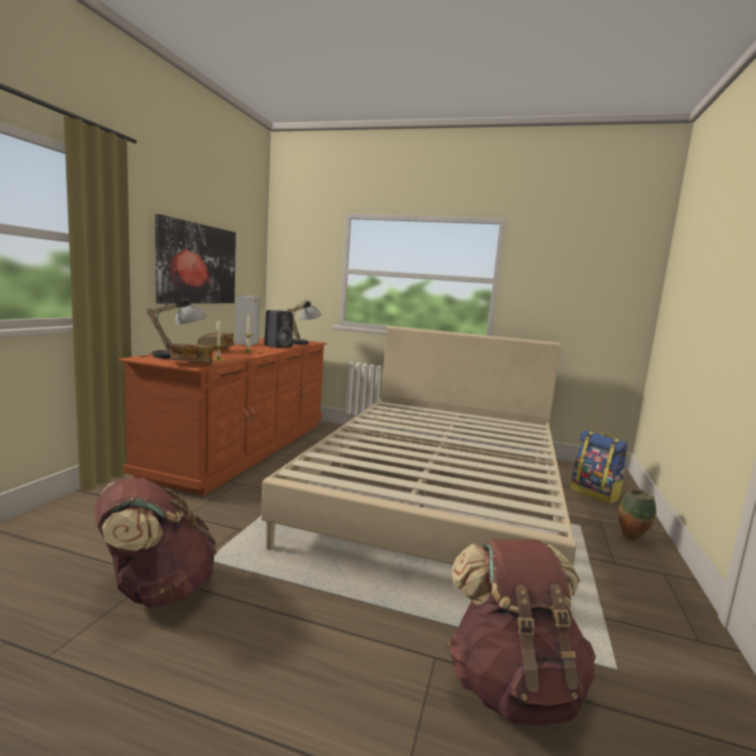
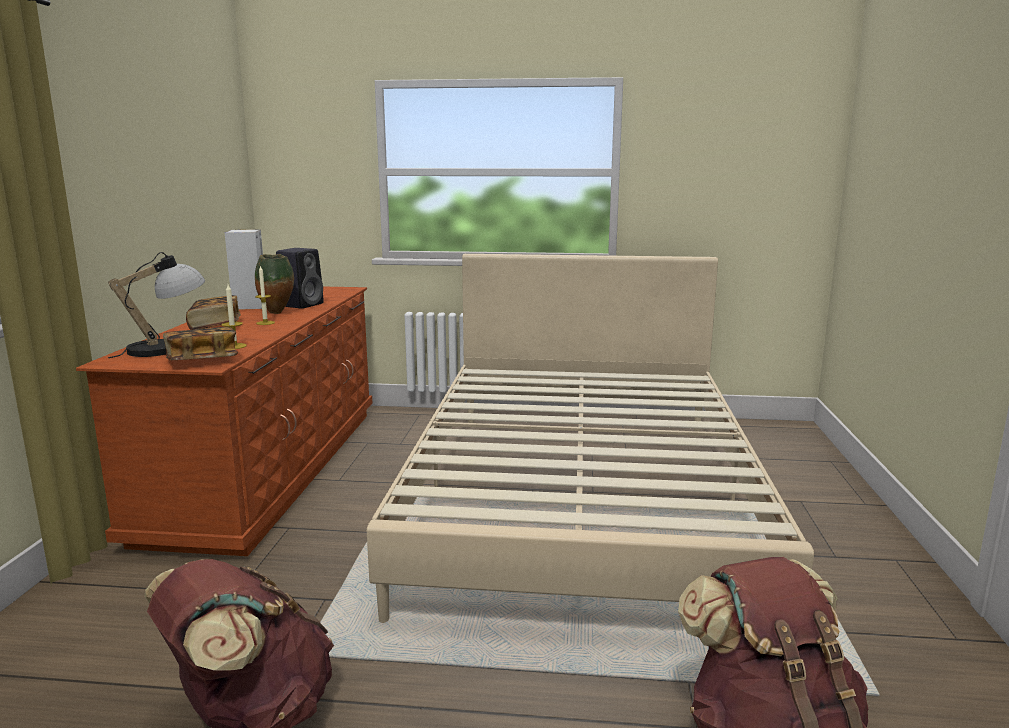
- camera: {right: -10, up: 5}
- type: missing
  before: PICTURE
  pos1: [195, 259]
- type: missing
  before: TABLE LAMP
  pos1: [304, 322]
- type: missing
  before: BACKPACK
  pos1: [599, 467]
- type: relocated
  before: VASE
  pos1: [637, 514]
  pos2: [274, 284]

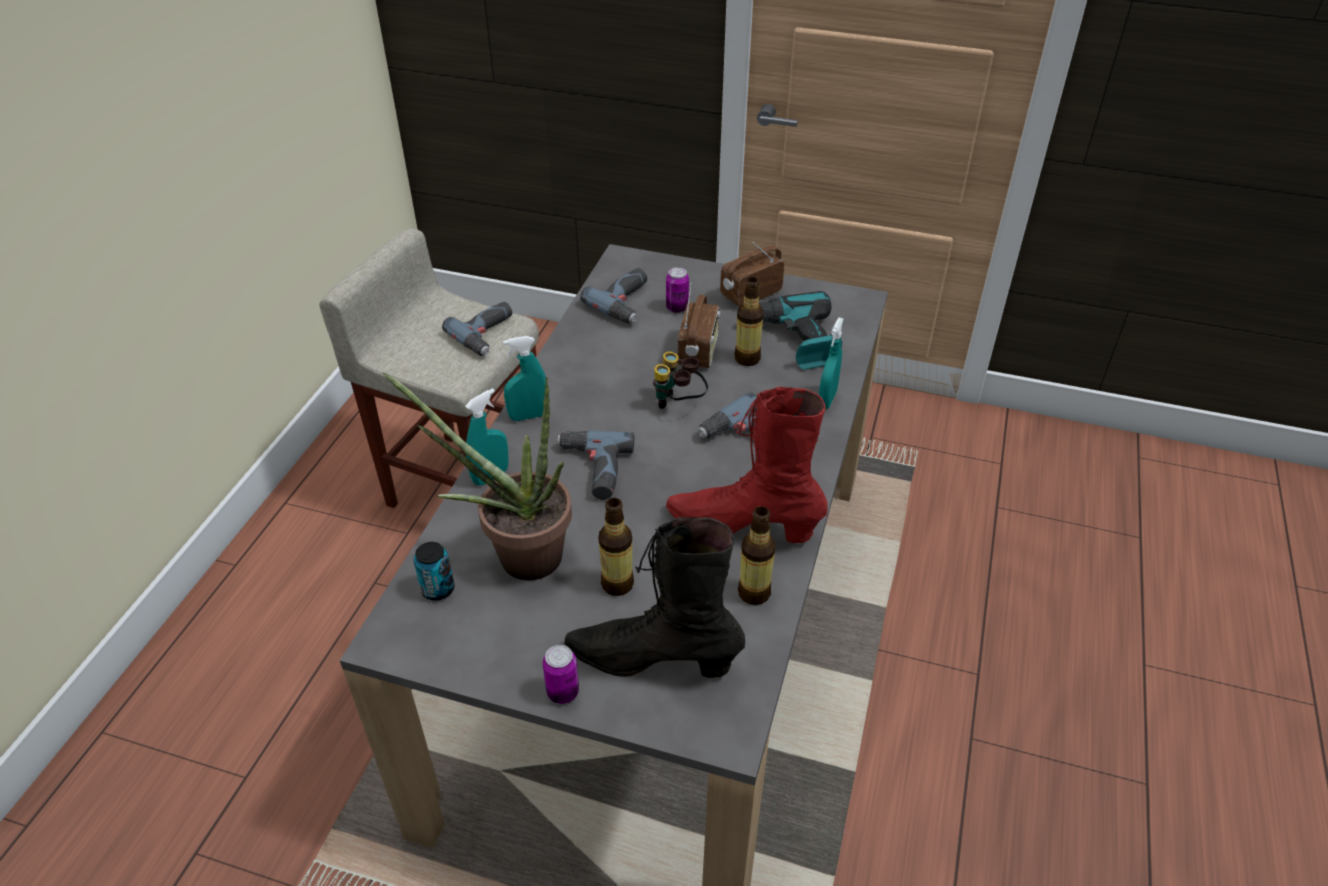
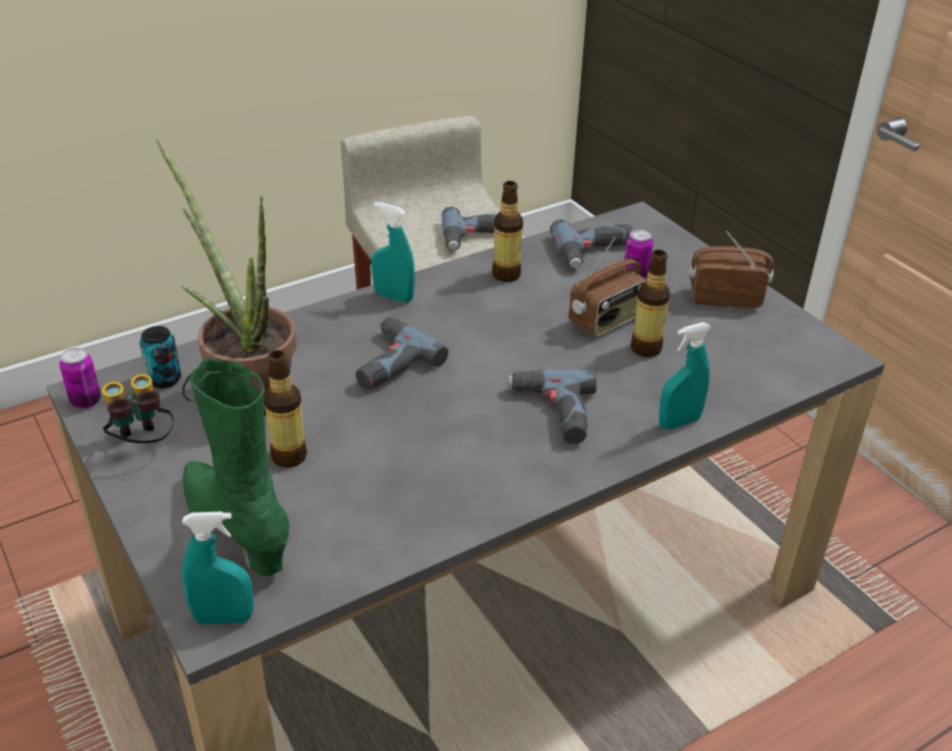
- camera: {right: 40, up: -5}
- type: missing
  before: POWER DRILL
  pos1: [800, 330]
- type: relocated
  before: BINOCULARS
  pos1: [680, 380]
  pos2: [138, 408]
- type: missing
  before: RED BOOT
  pos1: [747, 465]
- type: relocated
  before: TURQUOISE SPRAY BOTTLE
  pos1: [487, 436]
  pos2: [218, 567]
- type: relocated
  before: BOTTLE
  pos1: [756, 555]
  pos2: [507, 231]
- type: colour
  before: BLACK BOOT
  after: GREEN BOOT
  pos1: [654, 597]
  pos2: [235, 467]
- type: relocated
  before: CAN
  pos1: [561, 674]
  pos2: [80, 378]

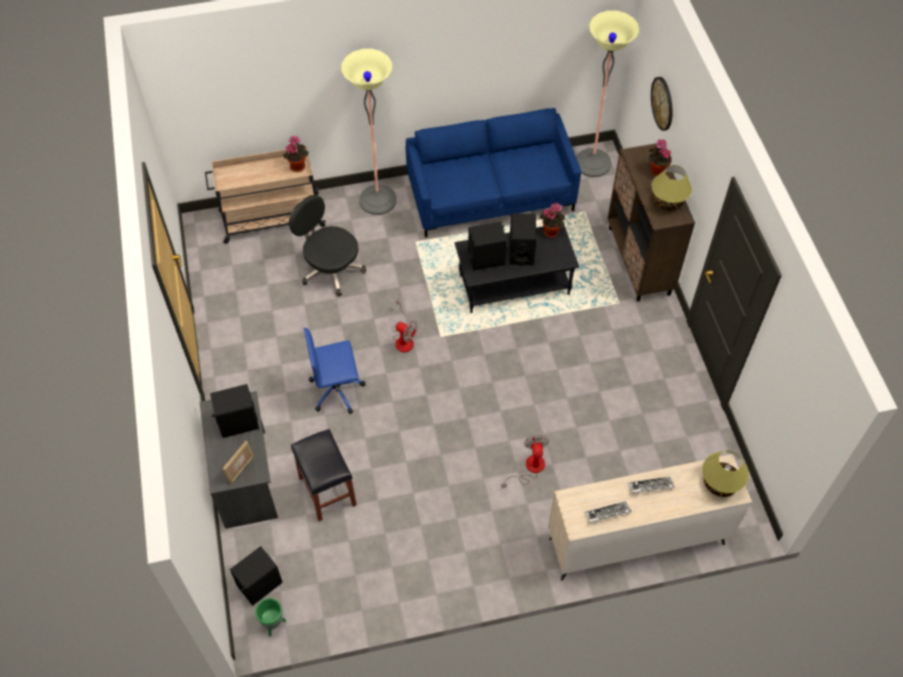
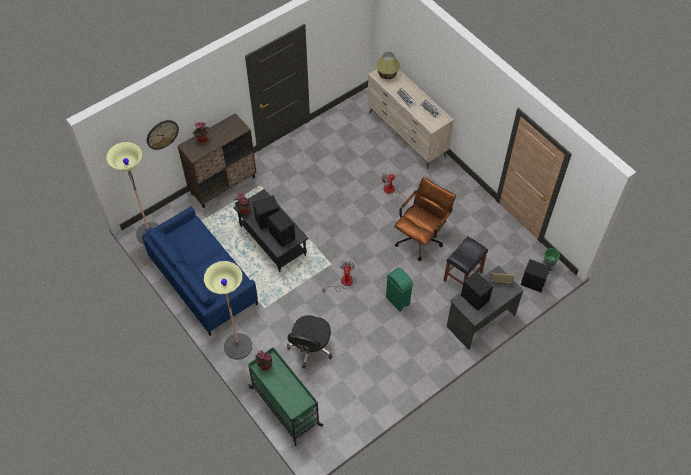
- camera: {right: -115, up: 0}
- type: colour
  before: BEIGE CART
  after: GREEN CART
  pos1: [265, 195]
  pos2: [285, 396]
- type: missing
  before: TABLE LAMP
  pos1: [671, 188]
- type: exchanged
  before: BLUE OFFICE CHAIR
  after: GREEN TRASH CAN
  pos1: [334, 371]
  pos2: [400, 290]
- type: appeared
  after: BROWN OFFICE CHAIR
  pos2: [425, 219]

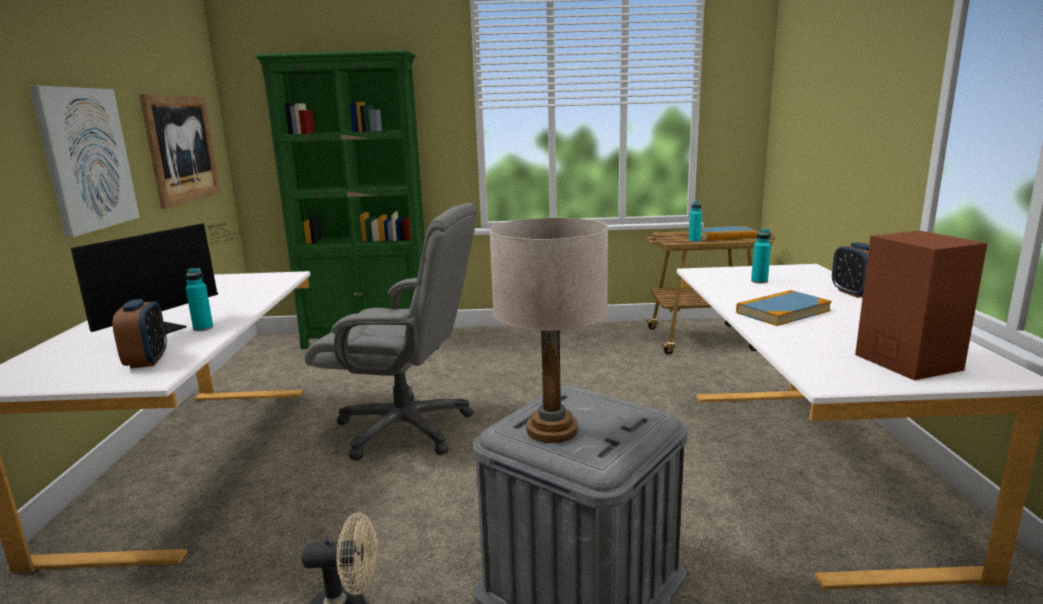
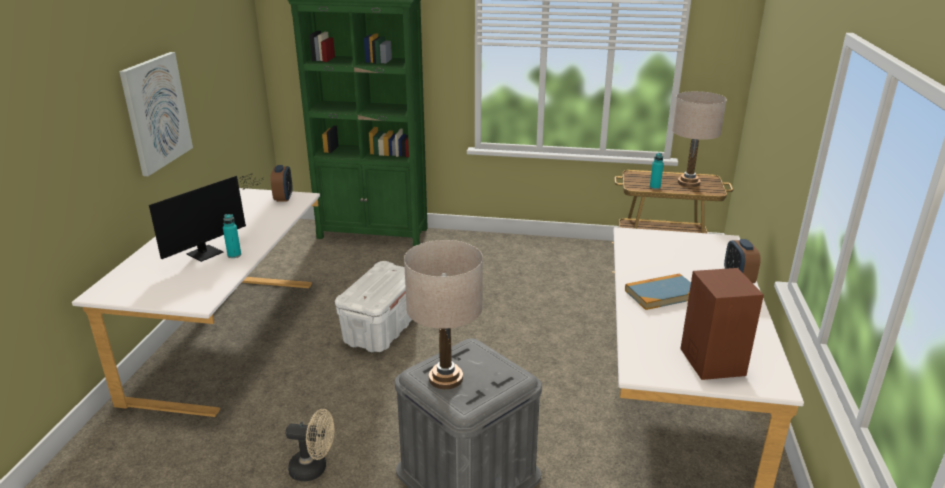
- camera: {right: 10, up: 10}
- type: missing
  before: PICTURE
  pos1: [179, 151]
- type: exchanged
  before: GREY OFFICE CHAIR
  after: WHITE STORAGE BOX
  pos1: [391, 332]
  pos2: [373, 306]
- type: exchanged
  before: BOOK
  after: BEIGE TABLE LAMP
  pos1: [729, 233]
  pos2: [699, 139]
- type: missing
  before: TURQUOISE BOTTLE
  pos1: [761, 256]
- type: relocated
  before: ALARM CLOCK
  pos1: [140, 334]
  pos2: [281, 183]

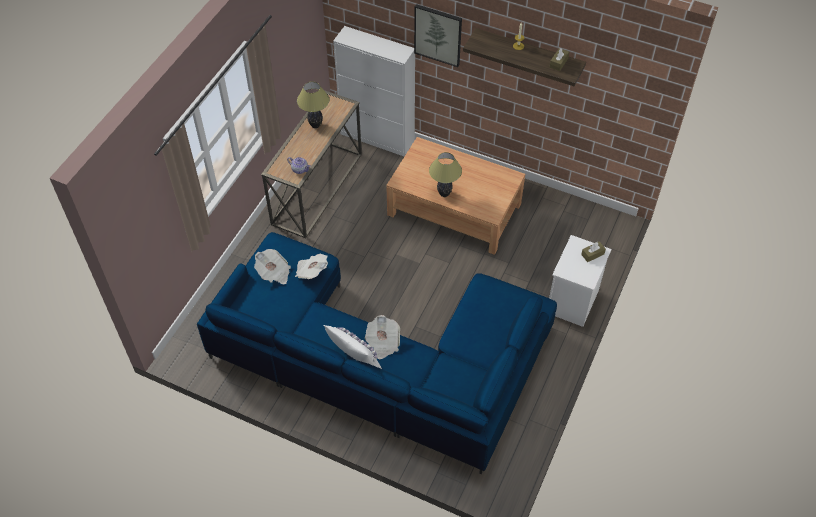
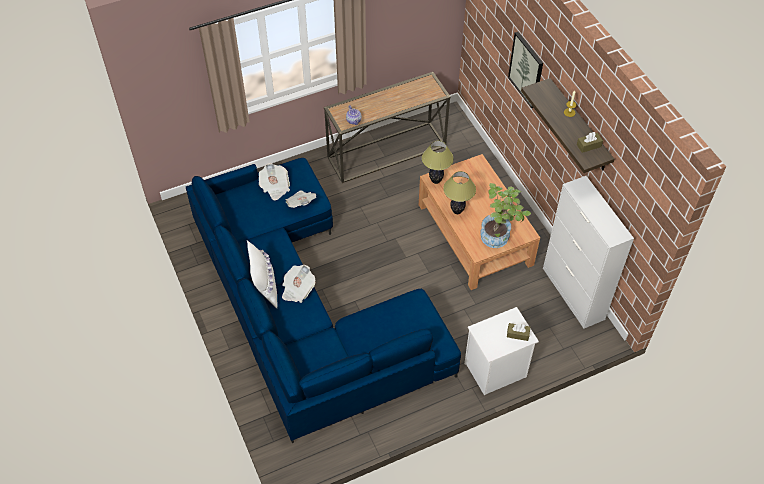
- camera: {right: 40, up: 0}
- type: relocated
  before: WHITE CABINET
  pos1: [374, 91]
  pos2: [588, 252]
- type: relocated
  before: TABLE LAMP
  pos1: [313, 105]
  pos2: [438, 162]
- type: appeared
  after: POTTED PLANT
  pos2: [506, 215]

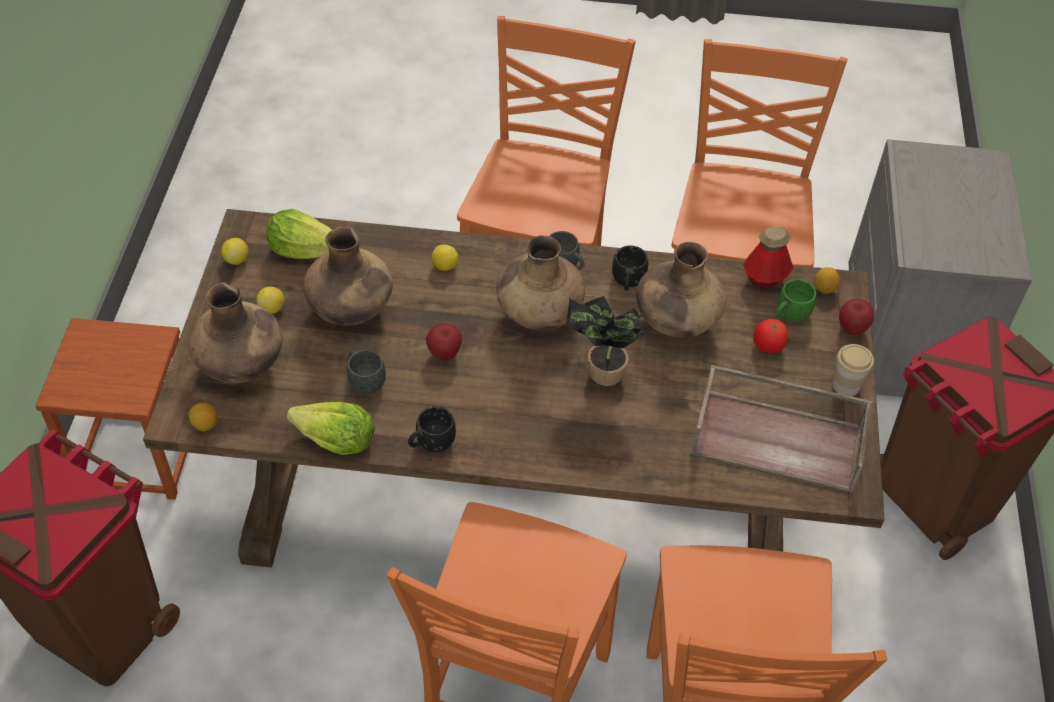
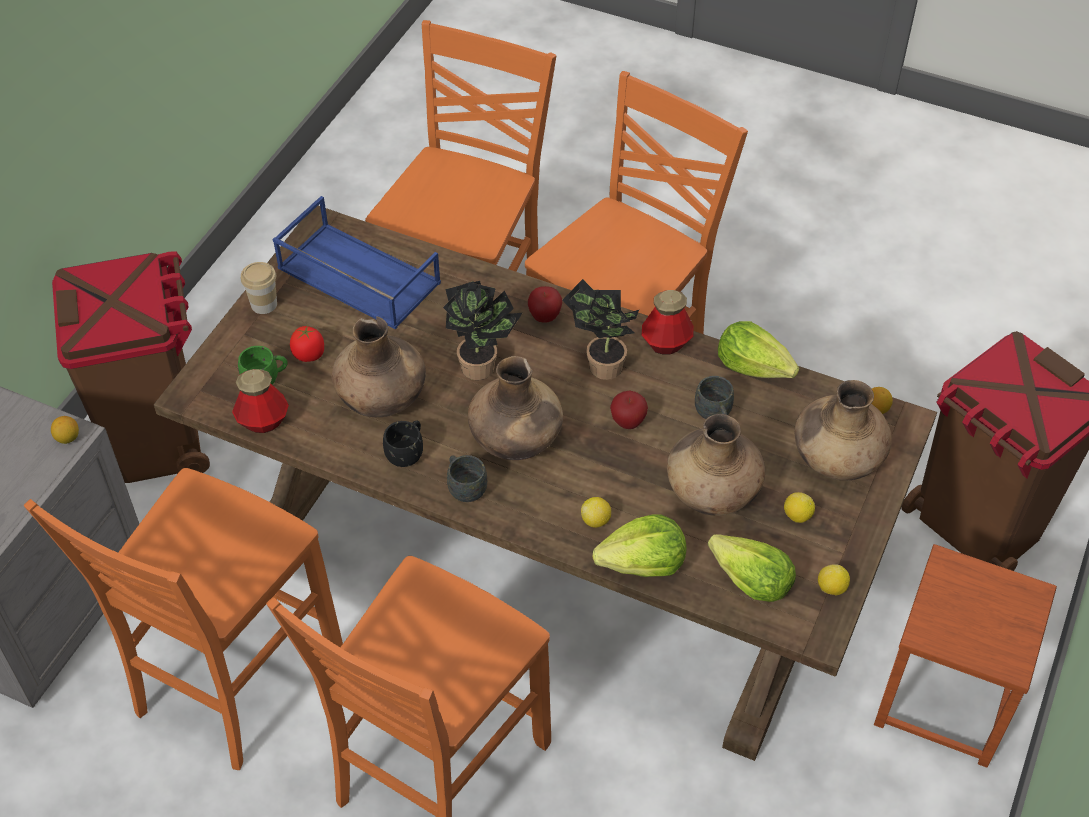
- camera: {right: -160, up: 0}
- type: relocated
  before: LEMON
  pos1: [827, 280]
  pos2: [65, 430]
- type: relocated
  before: APPLE
  pos1: [856, 317]
  pos2: [545, 304]
- type: colour
  before: BROWN TRAY
  after: BLUE TRAY
  pos1: [781, 429]
  pos2: [357, 262]
- type: exchanged
  before: BLACK MUG
  after: BOTTLE
  pos1: [432, 429]
  pos2: [668, 322]
- type: appeared
  after: POTTED PLANT
  pos2: [600, 329]
- type: appeared
  after: LETTUCE
  pos2: [639, 545]

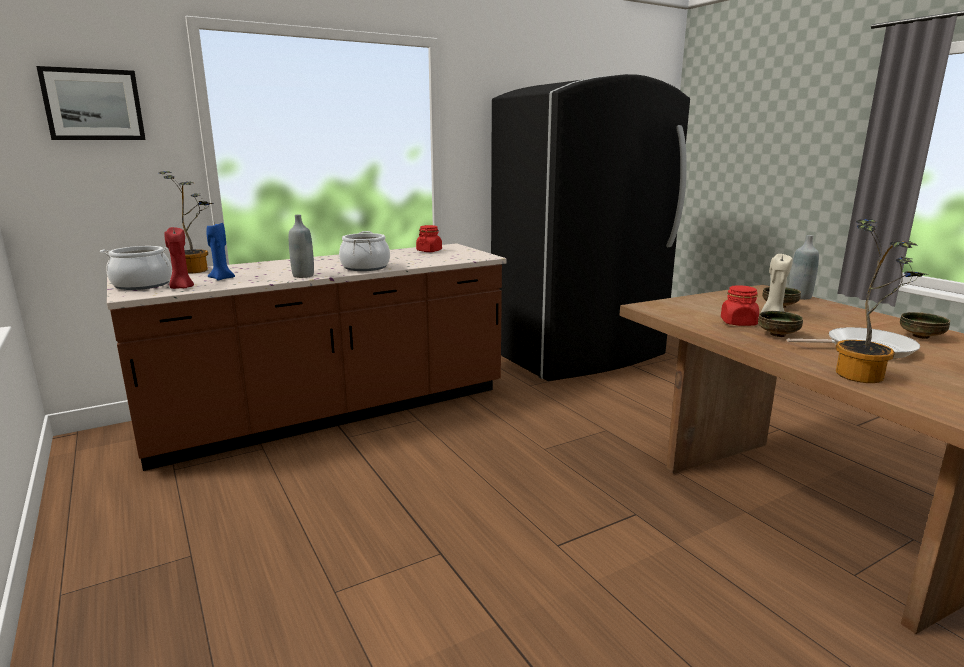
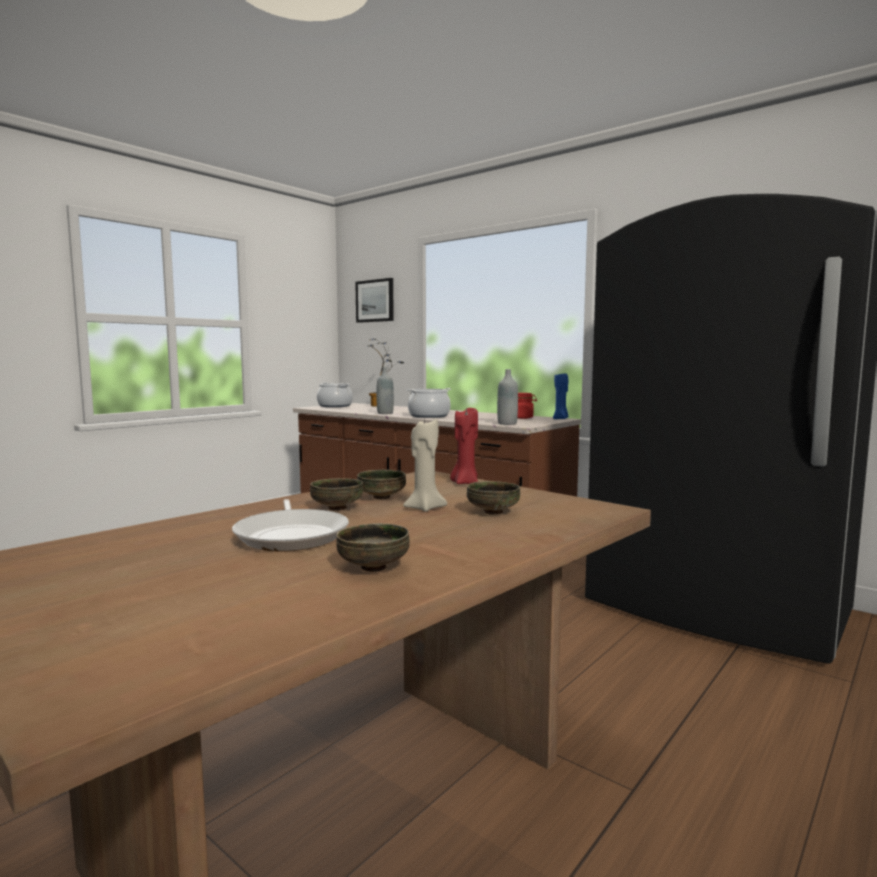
- camera: {right: 70, up: -10}
- type: missing
  before: POTTED PLANT
  pos1: [882, 301]
- type: relocated
  before: BLUE CANDLE
  pos1: [220, 252]
  pos2: [561, 395]
- type: relocated
  before: RED CANDLE
  pos1: [179, 258]
  pos2: [464, 446]
- type: relocated
  before: GREY BOTTLE
  pos1: [803, 267]
  pos2: [507, 397]
- type: exchanged
  before: RED JAR
  after: BOWL
  pos1: [740, 305]
  pos2: [381, 484]

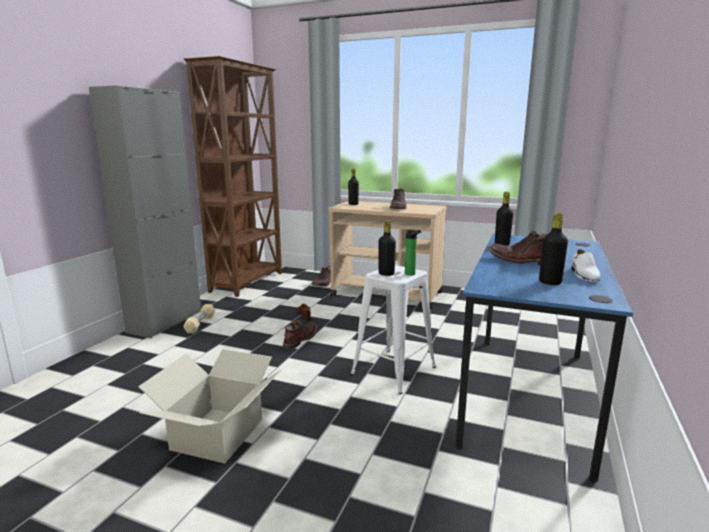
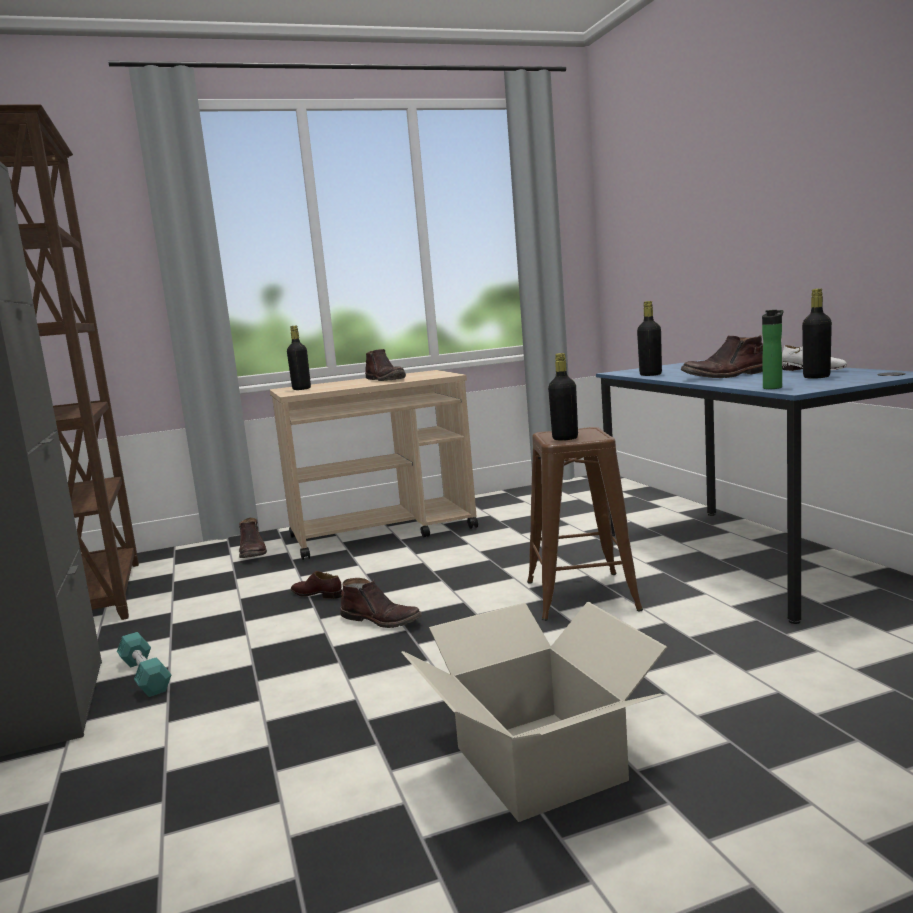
- camera: {right: -40, up: -5}
- type: relocated
  before: BOTTLE
  pos1: [413, 252]
  pos2: [772, 349]
- type: colour
  before: WHITE STOOL
  after: BROWN STOOL
  pos1: [393, 329]
  pos2: [585, 524]
- type: colour
  before: BEIGE DUMBBELL
  after: TURQUOISE DUMBBELL
  pos1: [199, 318]
  pos2: [144, 664]
- type: spun
  before: BROWN BOOT
  pos1: [300, 335]
  pos2: [381, 603]
  turn: 135

